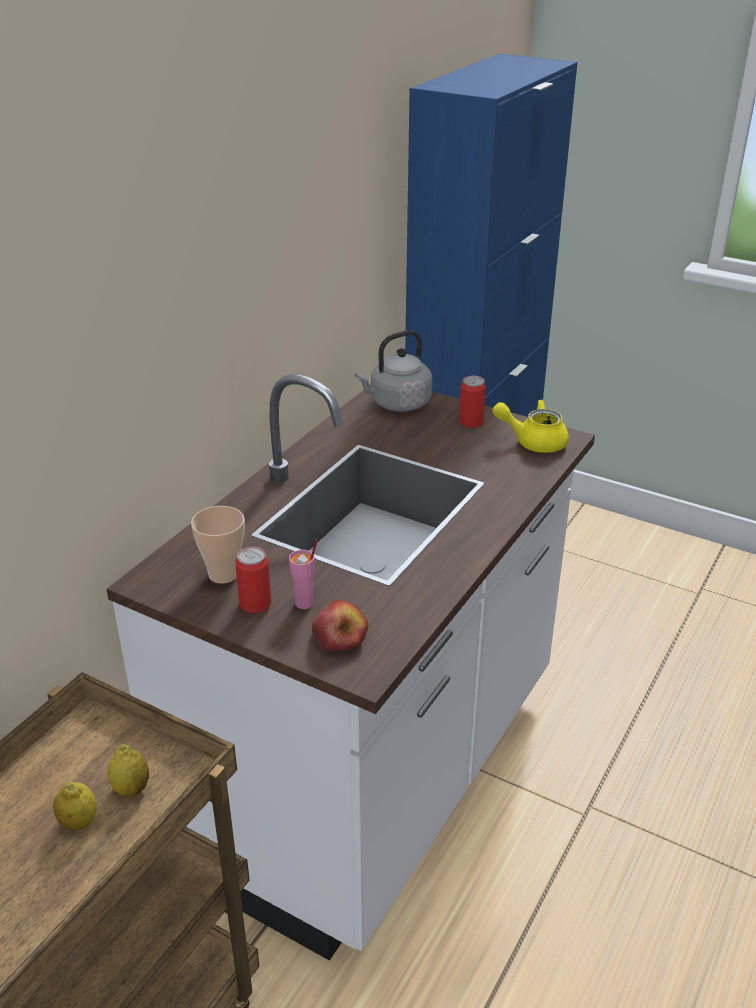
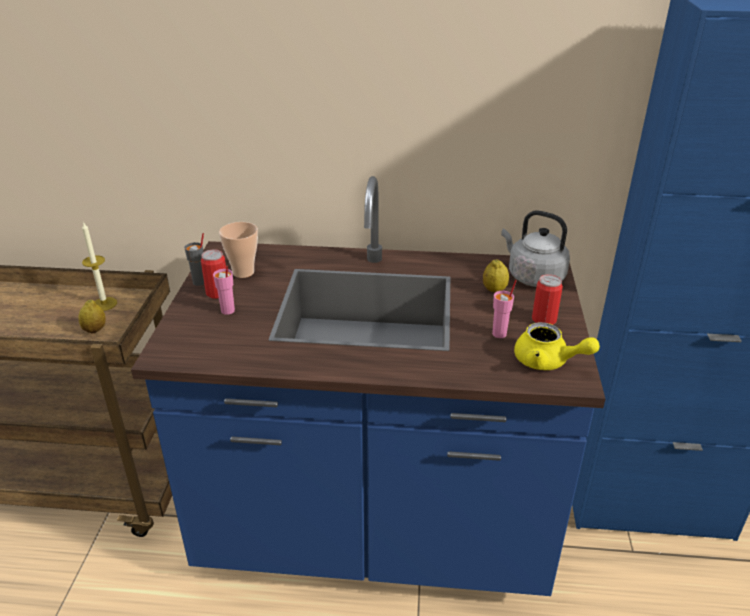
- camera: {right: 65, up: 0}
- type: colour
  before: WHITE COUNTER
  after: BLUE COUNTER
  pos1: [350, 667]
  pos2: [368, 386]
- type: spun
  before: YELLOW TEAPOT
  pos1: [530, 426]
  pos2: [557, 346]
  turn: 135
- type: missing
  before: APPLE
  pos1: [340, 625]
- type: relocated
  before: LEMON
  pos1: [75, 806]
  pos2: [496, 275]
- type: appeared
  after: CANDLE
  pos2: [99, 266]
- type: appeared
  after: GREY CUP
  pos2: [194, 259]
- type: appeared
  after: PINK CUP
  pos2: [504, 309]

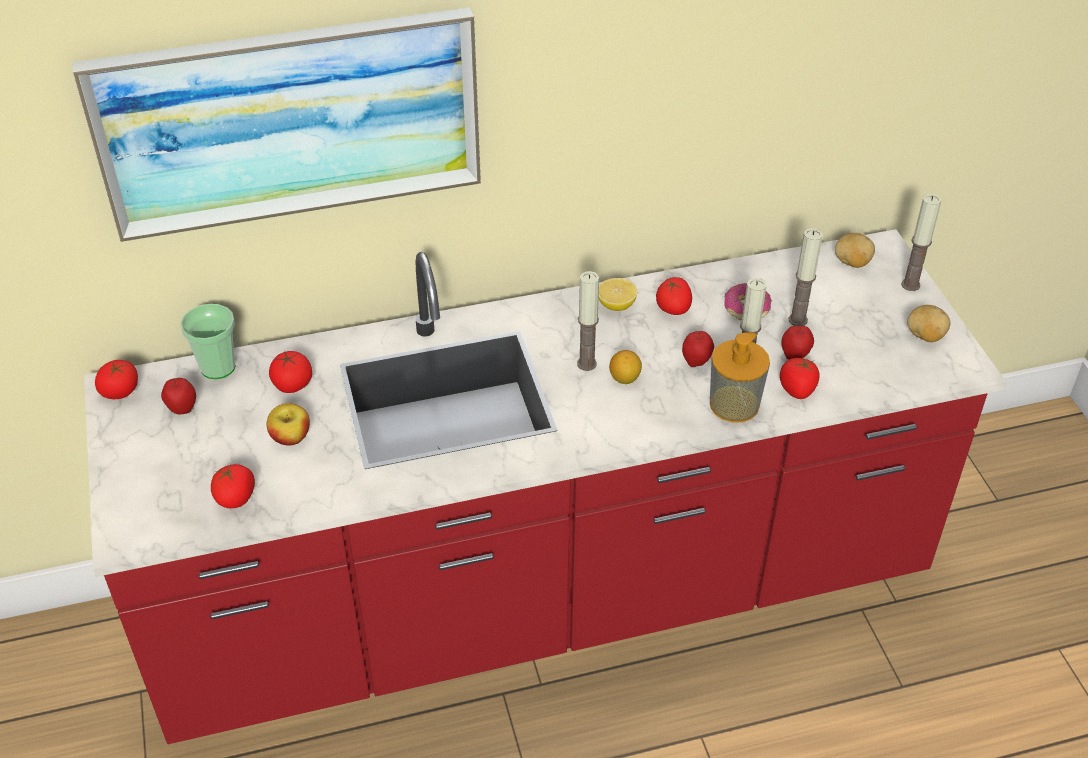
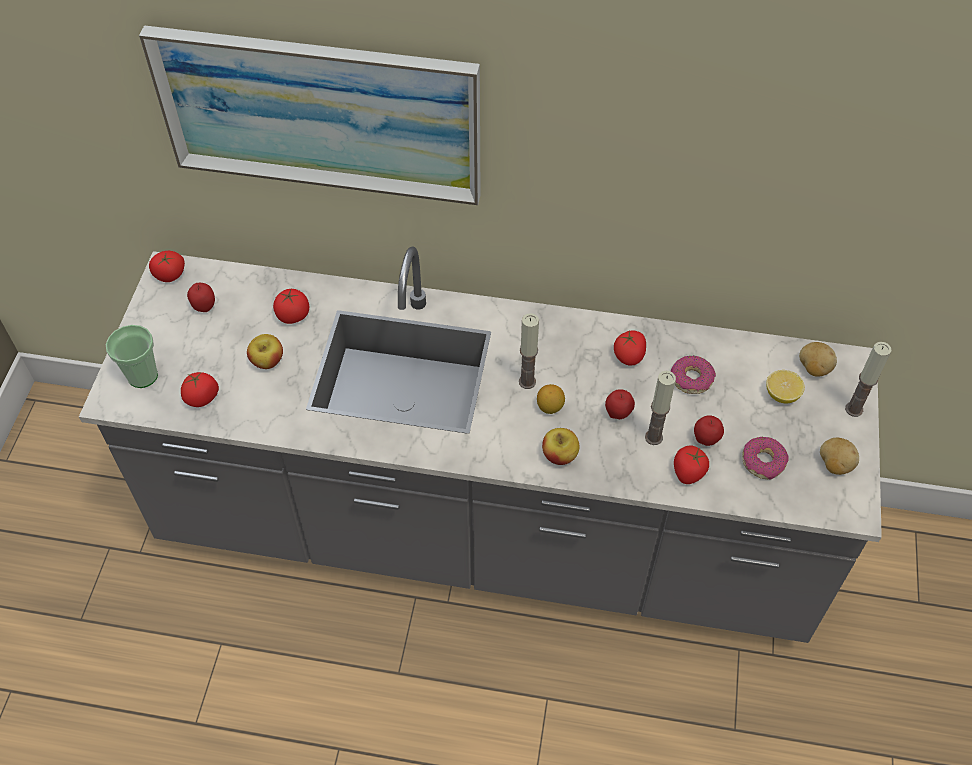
- camera: {right: 25, up: 10}
- type: missing
  before: CANDLE
  pos1: [806, 277]
- type: colour
  before: RED COUNTER
  after: GREY COUNTER
  pos1: [545, 486]
  pos2: [480, 444]
- type: relocated
  before: LEMON
  pos1: [618, 294]
  pos2: [785, 387]
- type: relocated
  before: CUP
  pos1: [208, 341]
  pos2: [132, 356]
- type: missing
  before: SOAP DISPENSER
  pos1: [740, 377]
- type: appeared
  after: APPLE
  pos2: [560, 446]
- type: appeared
  after: DONUT
  pos2: [765, 458]

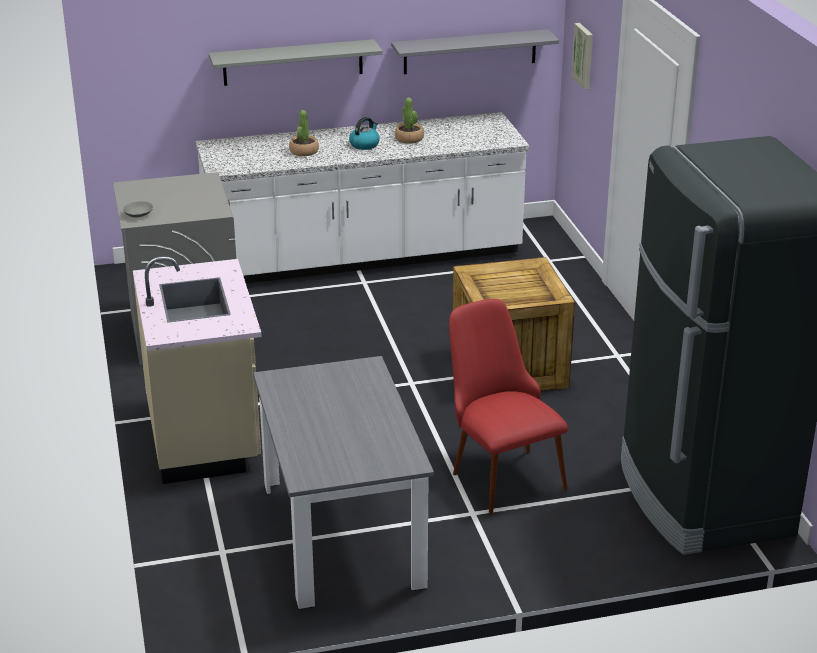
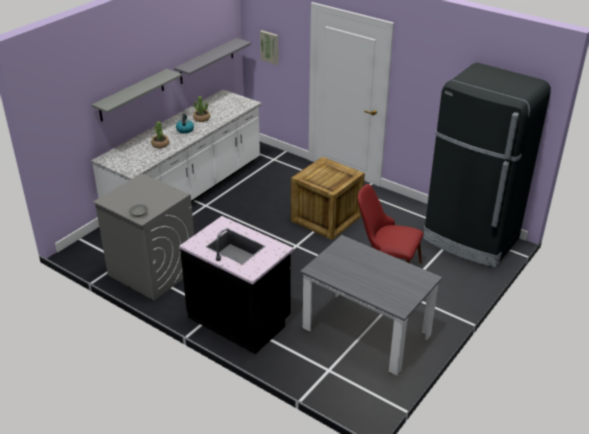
- camera: {right: -40, up: 5}
- type: colour
  before: BEIGE COUNTER
  after: BLACK COUNTER
  pos1: [197, 370]
  pos2: [236, 285]

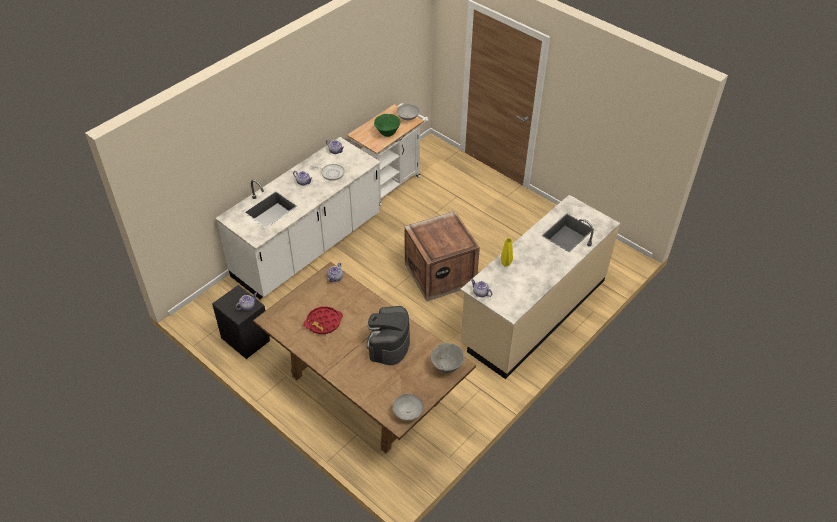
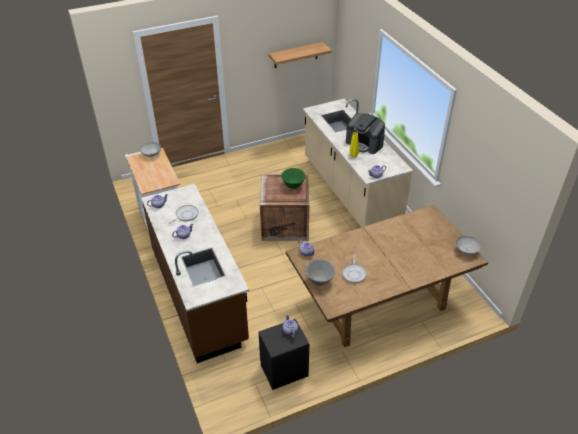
- camera: {right: -65, up: -5}
- type: relocated
  before: GREEN BOWL
  pos1: [387, 125]
  pos2: [293, 178]
- type: colour
  before: WHITE COUNTER
  after: BROWN COUNTER
  pos1: [298, 218]
  pos2: [195, 273]
- type: relocated
  before: COFFEE MACHINE
  pos1: [388, 335]
  pos2: [365, 133]
- type: exchanged
  before: RED TRAY
  after: FRYING PAN
  pos1: [323, 320]
  pos2: [354, 268]
- type: relocated
  before: GREY BOWL
  pos1: [447, 358]
  pos2: [320, 272]
- type: appeared
  after: SHELF
  pos2: [300, 55]

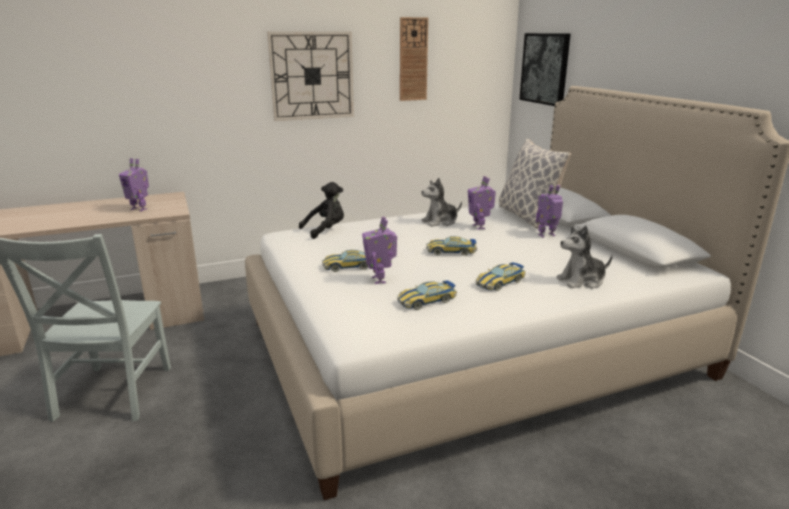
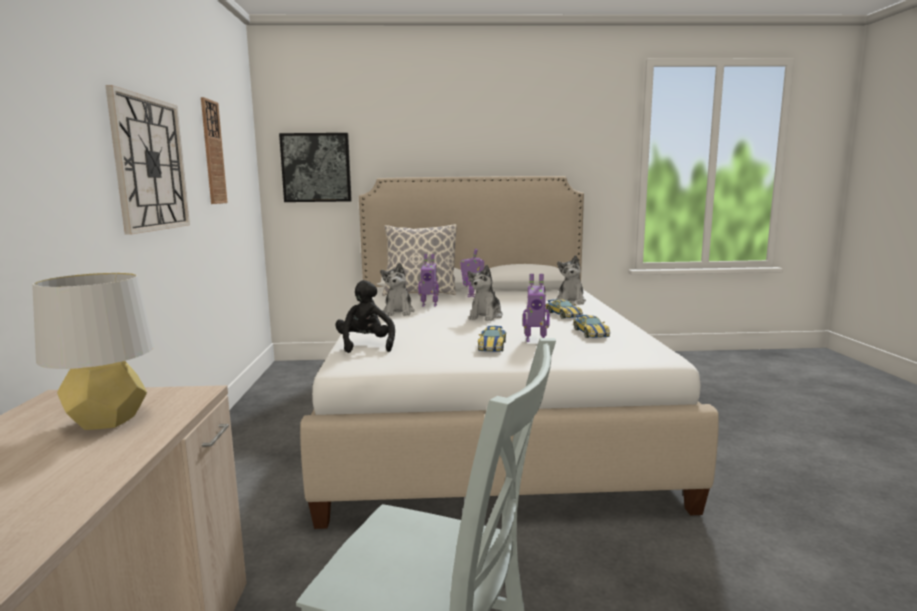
- camera: {right: -70, up: -10}
- type: exchanged
  before: TOY ROBOT
  after: GREY TABLE LAMP
  pos1: [134, 184]
  pos2: [93, 351]
- type: exchanged
  before: TOY CAR
  after: PLUSH TOY
  pos1: [451, 246]
  pos2: [485, 293]

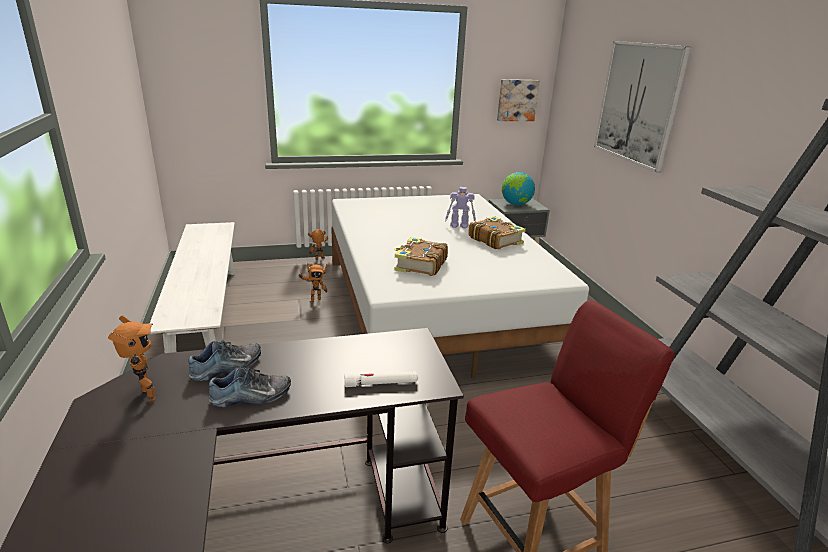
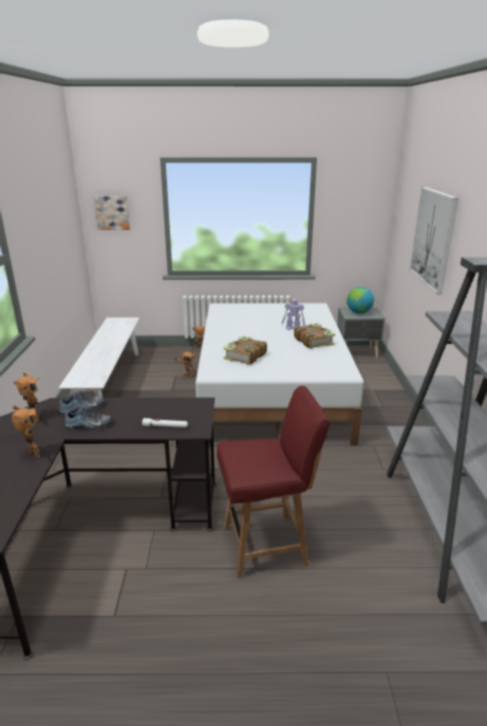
- camera: {right: 15, up: 0}
- type: relocated
  before: PICTURE
  pos1: [518, 100]
  pos2: [111, 213]
- type: appeared
  after: TOY ROBOT
  pos2: [26, 432]

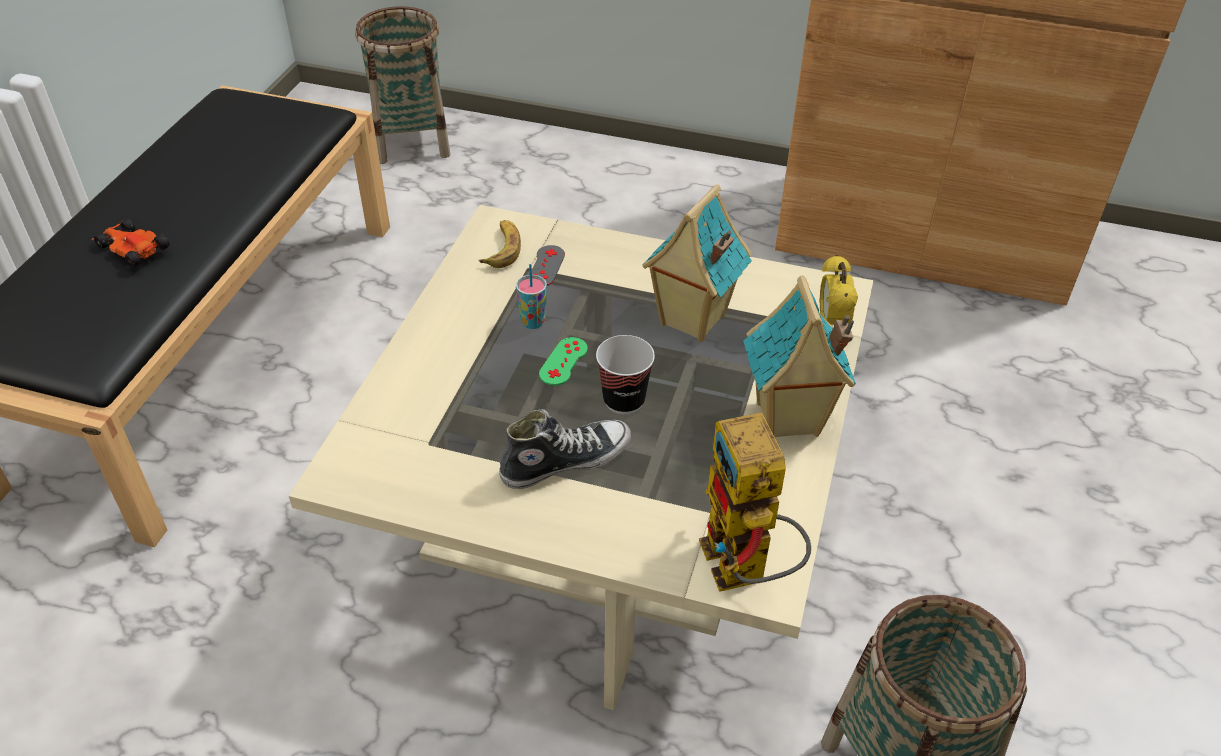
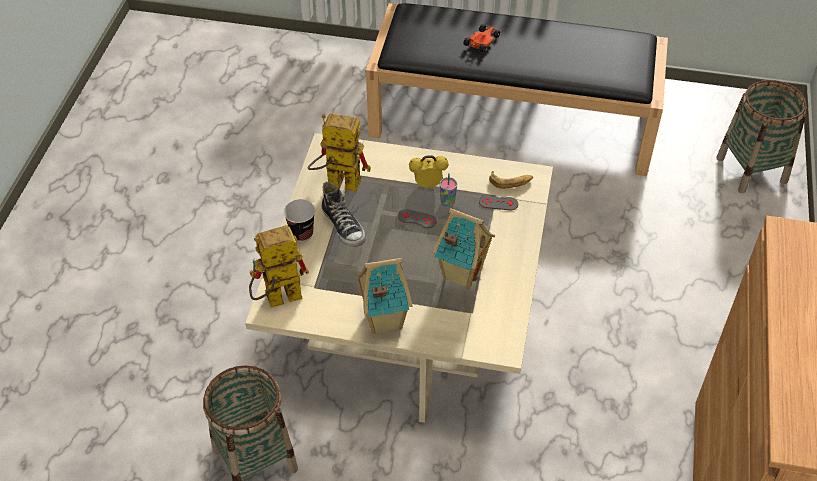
- camera: {right: 85, up: 5}
- type: relocated
  before: ALARM CLOCK
  pos1: [839, 289]
  pos2: [428, 171]
- type: relocated
  before: CUP
  pos1: [625, 374]
  pos2: [299, 220]
- type: colour
  before: GREEN GAME CONTROLLER
  after: GREY GAME CONTROLLER
  pos1: [563, 361]
  pos2: [417, 218]
- type: appeared
  after: TOY ROBOT
  pos2: [339, 152]

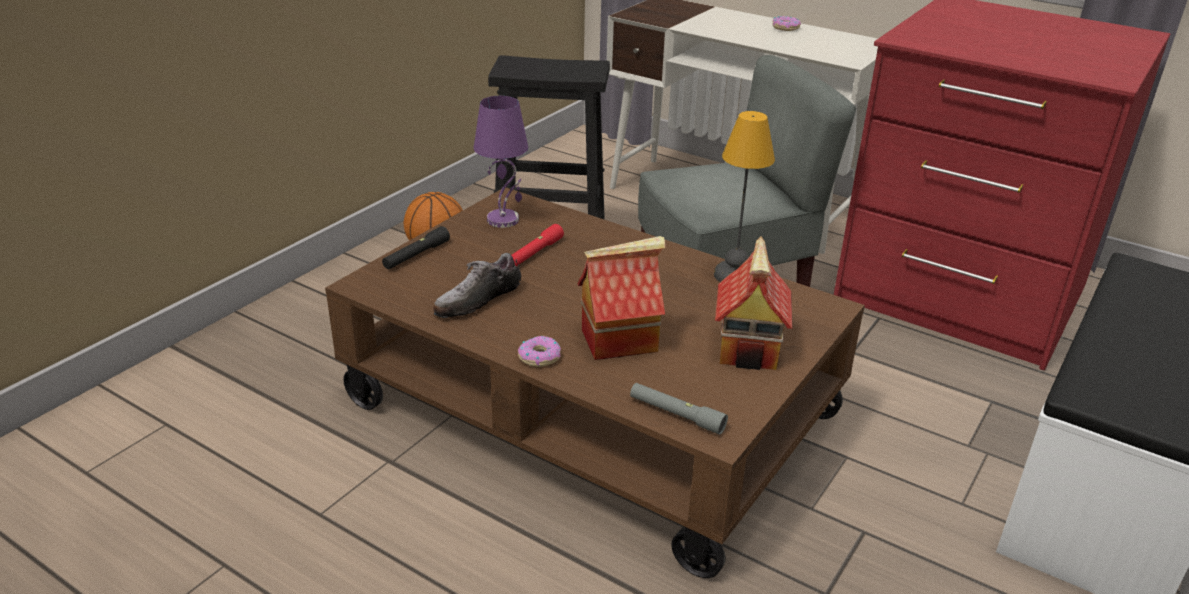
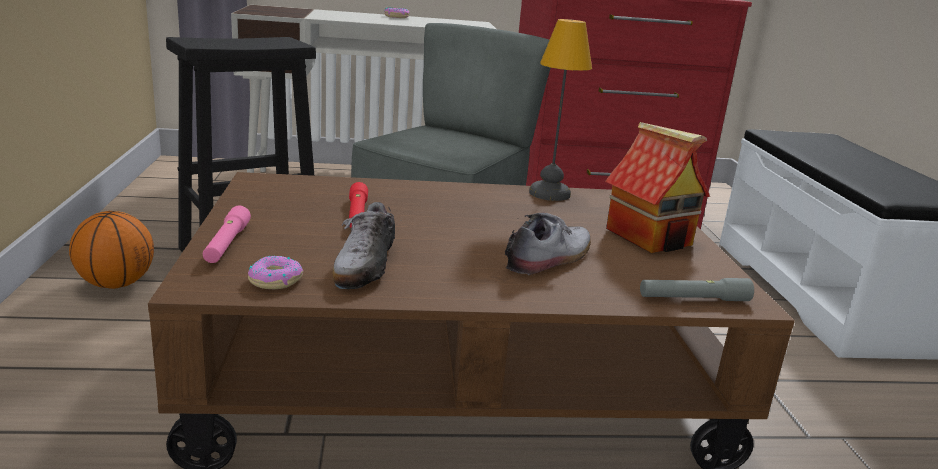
- camera: {right: -40, up: -10}
- type: missing
  before: PURPLE TABLE LAMP
  pos1: [501, 162]
- type: colour
  before: BLACK FLASHLIGHT
  after: PINK FLASHLIGHT
  pos1: [416, 247]
  pos2: [227, 234]
- type: exchanged
  before: TOY HOUSE
  after: SHOE
  pos1: [621, 298]
  pos2: [548, 244]
- type: relocated
  before: DONUT
  pos1: [539, 351]
  pos2: [276, 272]

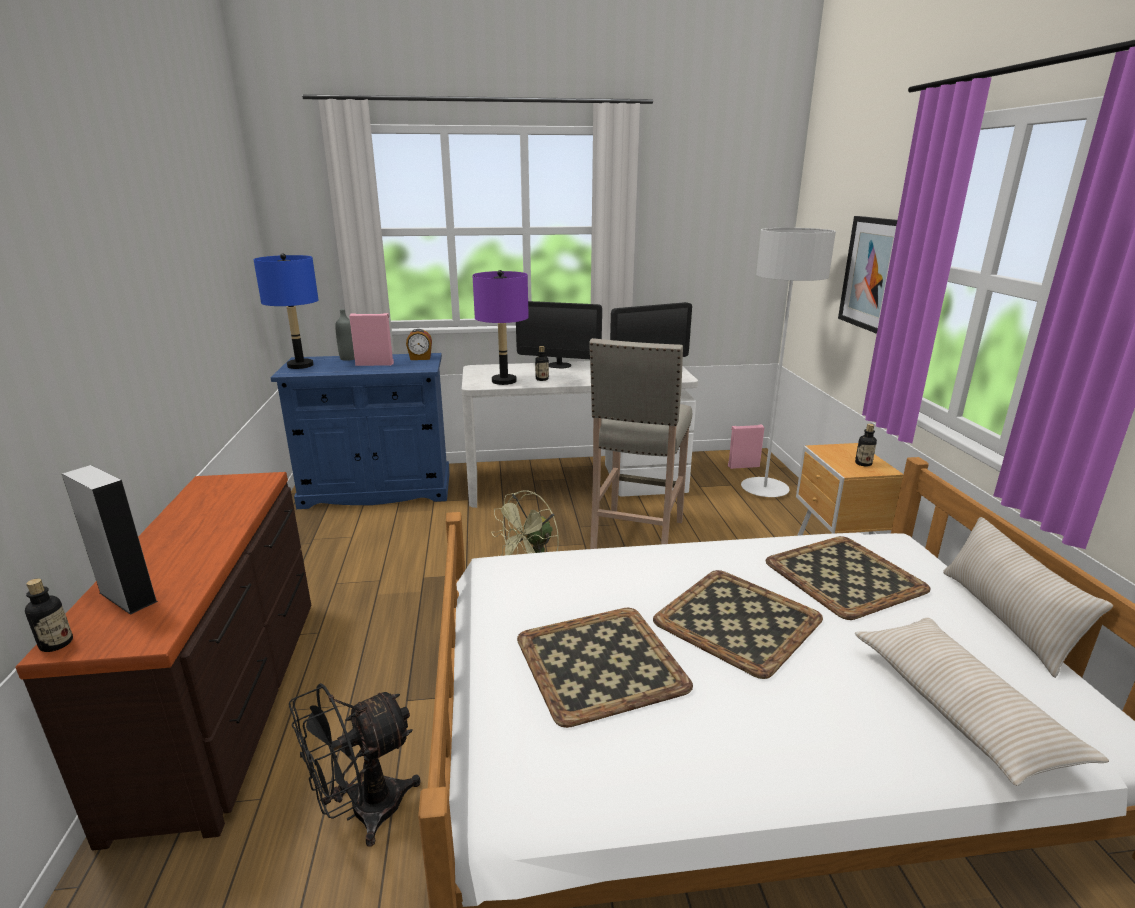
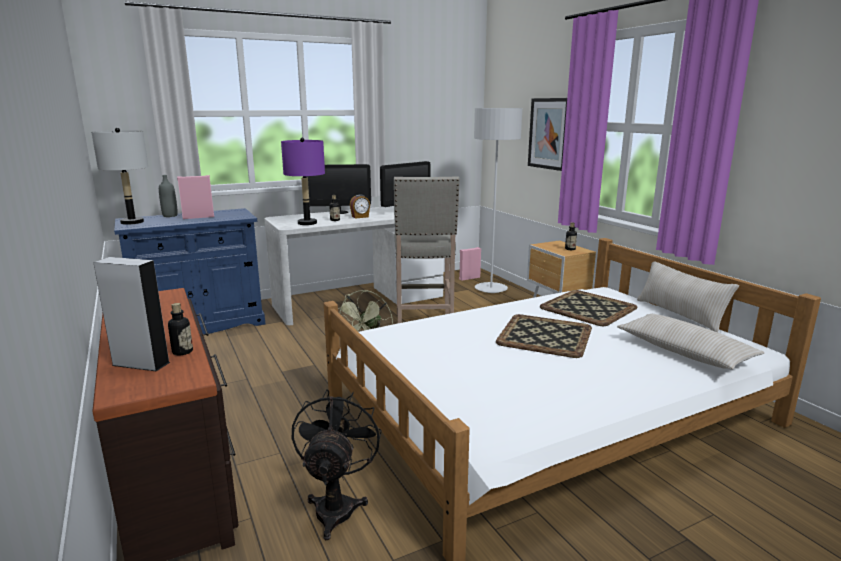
- camera: {right: -20, up: -5}
- type: colour
  before: BLUE TABLE LAMP
  after: GREY TABLE LAMP
  pos1: [286, 311]
  pos2: [119, 176]
- type: relocated
  before: ALARM CLOCK
  pos1: [419, 344]
  pos2: [360, 206]
- type: relocated
  before: BOTTLE
  pos1: [49, 615]
  pos2: [180, 329]
- type: missing
  before: TRAY
  pos1: [605, 668]
- type: spun
  before: BLACK FAN
  pos1: [355, 765]
  pos2: [337, 464]
  turn: 150

